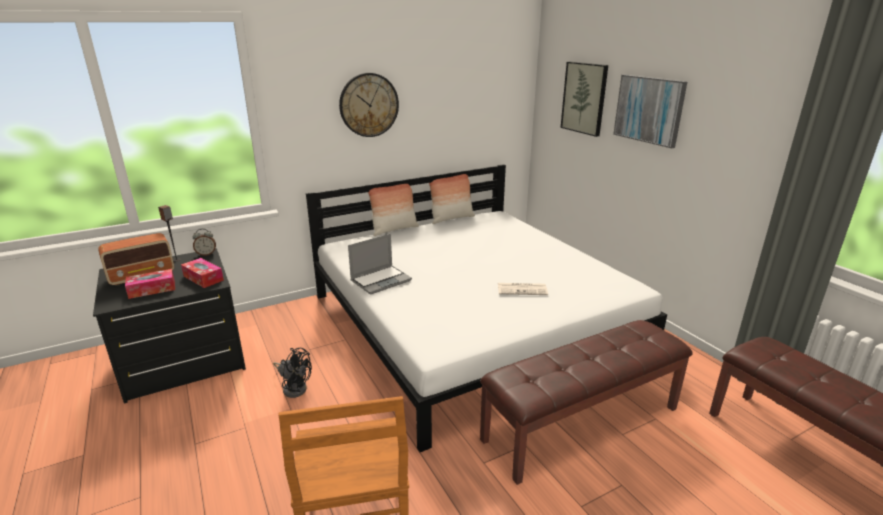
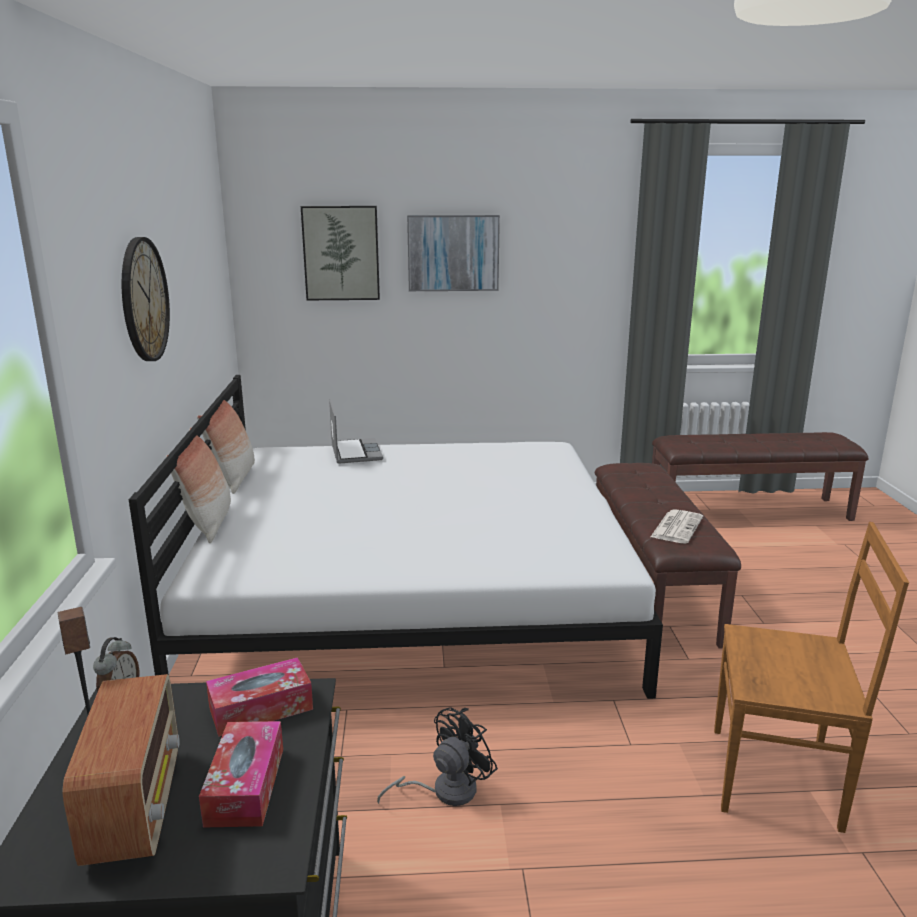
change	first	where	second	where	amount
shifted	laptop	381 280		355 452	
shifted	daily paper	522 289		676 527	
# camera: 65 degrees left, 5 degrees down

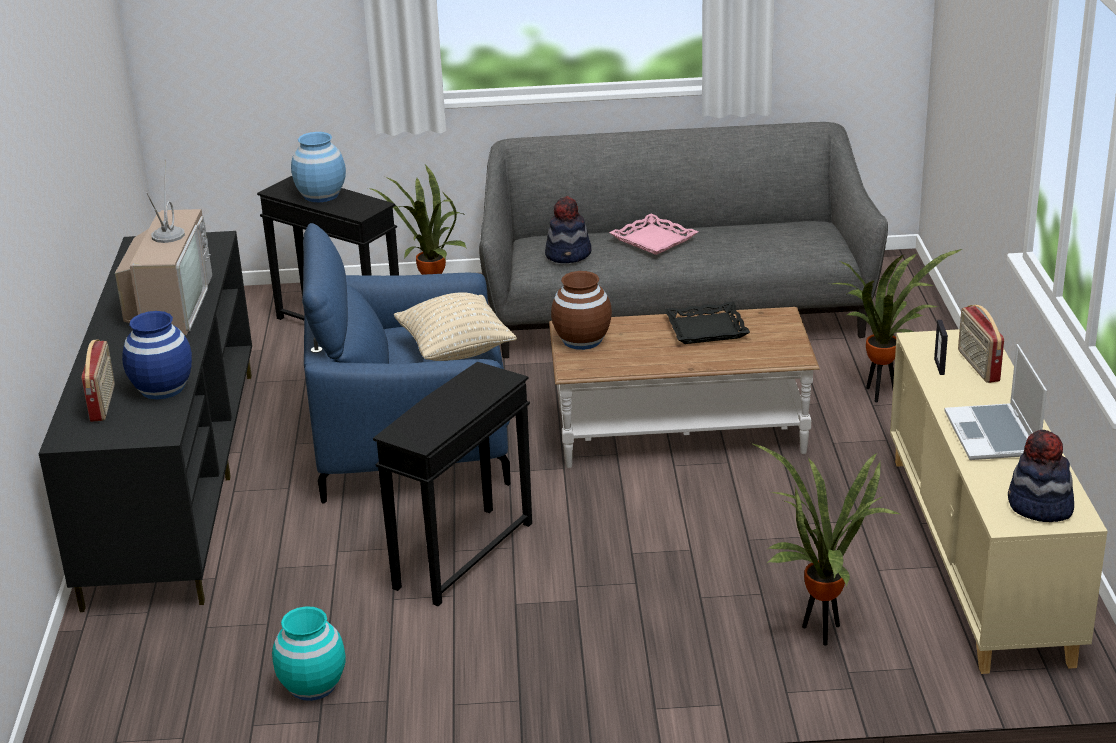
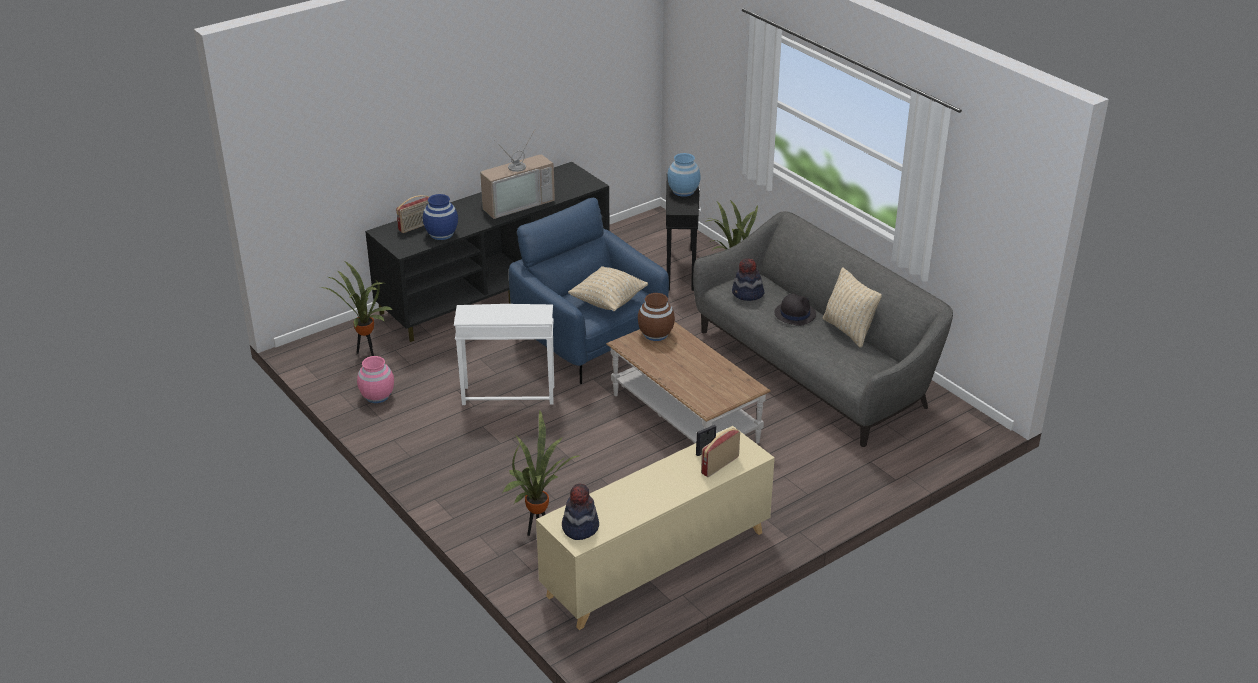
change	first	where	second	where	amount
gone	carrying tray (black)	706 329			
gone	laptop	993 435			
new			throw pillow (beige-coloured)	848 331	
shifted	houseplant	881 394		367 352	
swapped	carrying tray (pink-coloured)	653 240	wearable hat (black)	795 314	
repainted	decorative vase (turquoise)	313 685	decorative vase (pink-coloured)	377 396	
repainted	end table (black)	462 555	end table (whitish)	508 395	
# camera: 55 degrees right, 5 degrees up

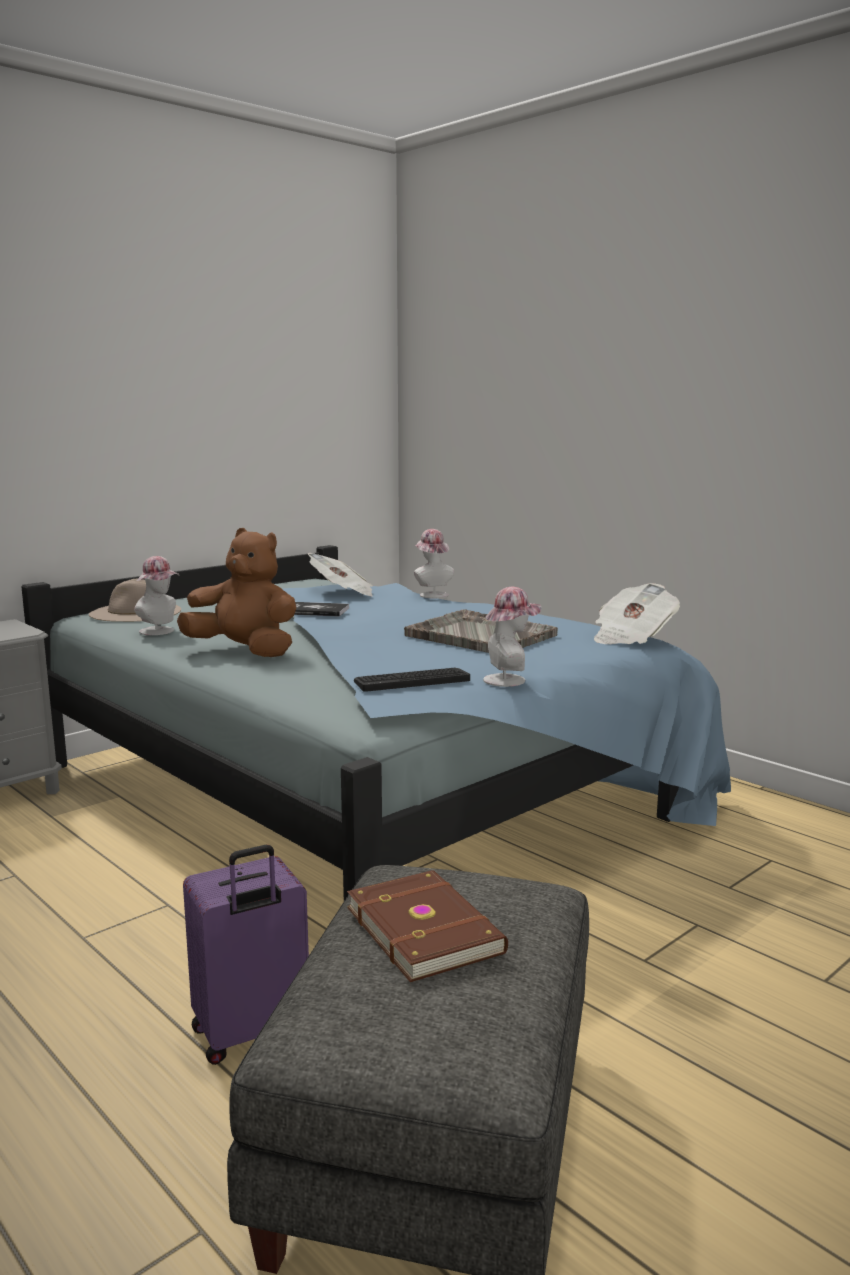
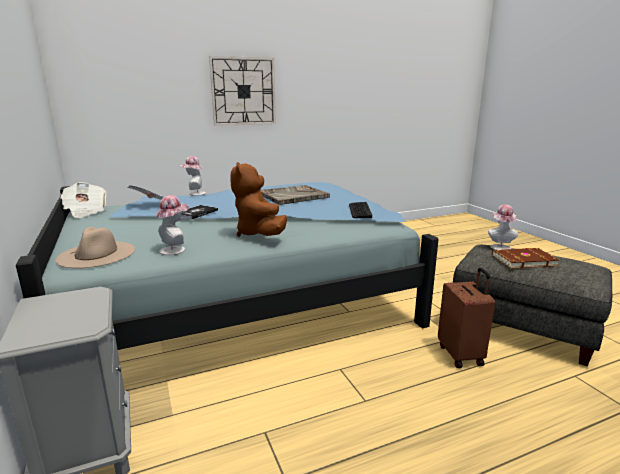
change	first	where	second	where	amount
new			hanging clock	243 91	
shifted	wearable hat	509 679		499 246	
shifted	daily paper	631 637		85 211	
repainted	piece of luggage (purple-coloured)	250 1034	piece of luggage (brown-coloured)	461 355	
rotated	soft toy (brown-coloured)	244 651		259 234	60 degrees counterclockwise
# camera: 70 degrees left, 5 degrees up

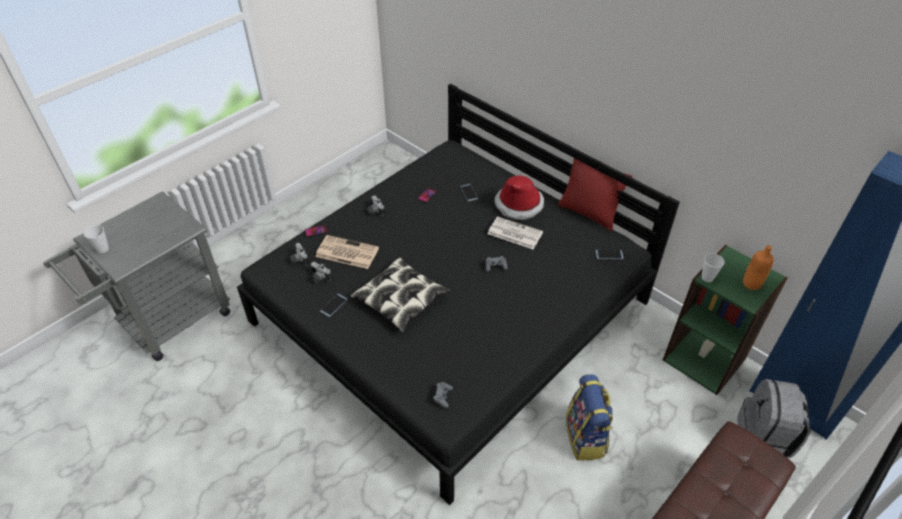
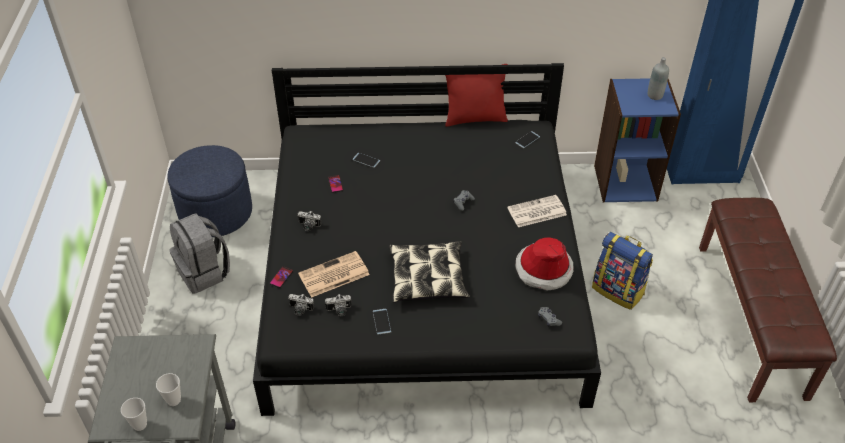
change	first	where	second	where	amount
new			footrest (blue-coloured)	215 212	
shifted	daily paper	514 233		536 212	
shifted	wearable hat	519 205		543 269	
shifted	cup	707 278		173 400	
shifted	backpack (gray)	763 438		204 272	
repainted	bookcase (green)	704 359	bookcase (blue-coloured)	625 182	
repainted	drink bottle (orange)	751 284	drink bottle (gray)	655 95	
# camera: 45 degrees left, 0 degrees up

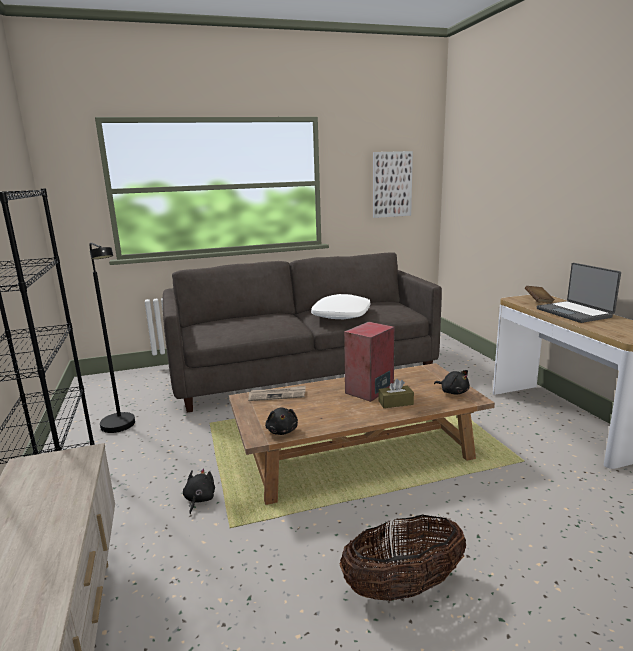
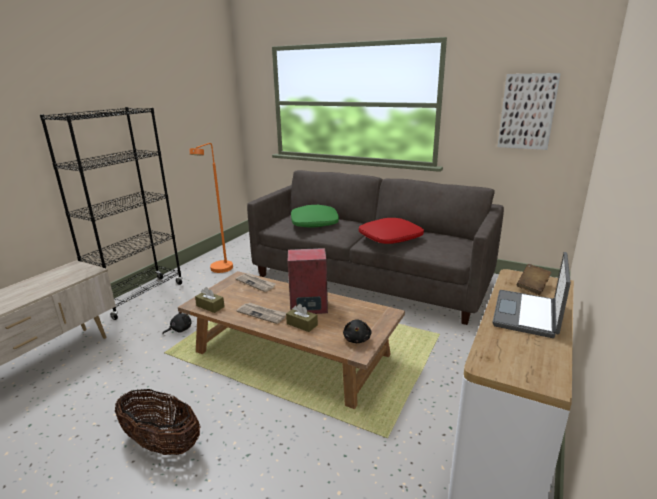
change	first	where	second	where	amount
new			daily paper	262 314	
new			throw pillow (green)	315 223	
swapped	soft toy (black)	282 431	tissue holder (brown-coloured)	210 306	
repainted	standing lamp (black)	122 428	standing lamp (orange)	220 271	
repainted	throw pillow (whitish)	342 315	throw pillow (reddish)	390 238	
# camera: 45 degrees right, 5 degrees up

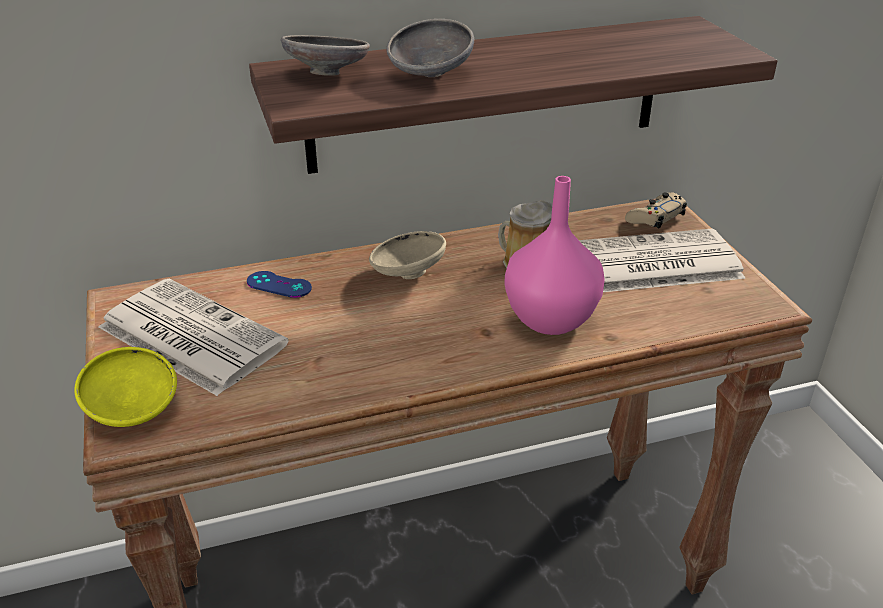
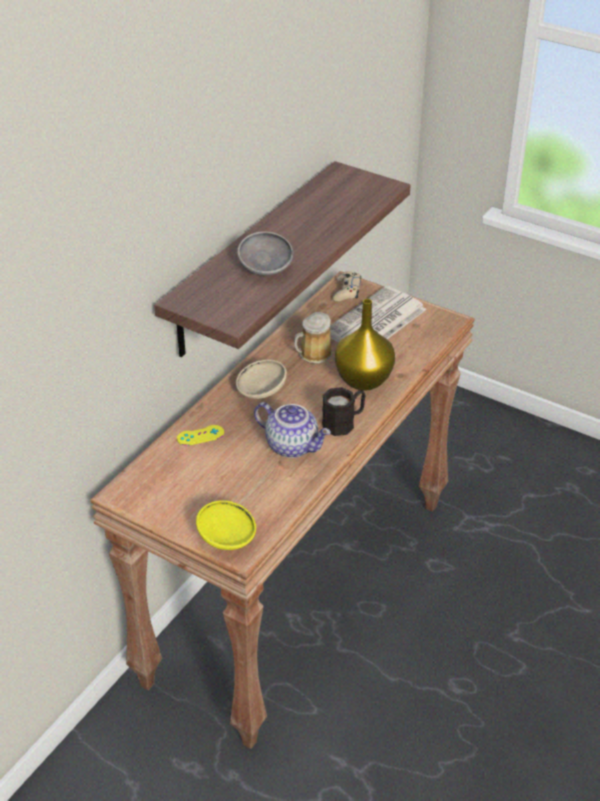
change	first	where	second	where	amount
gone	daily paper	189 336			
gone	deep dish (gray)	328 73			
new			pot for tea	293 445	
new			tea mug (black)	344 422	
repainted	game controller (blue-coloured)	279 285	game controller (yellowish)	200 435	
repainted	decorative vase (pink-coloured)	551 318	decorative vase (yellowish)	363 379	
# camera: 40 degrees left, 5 degrees up

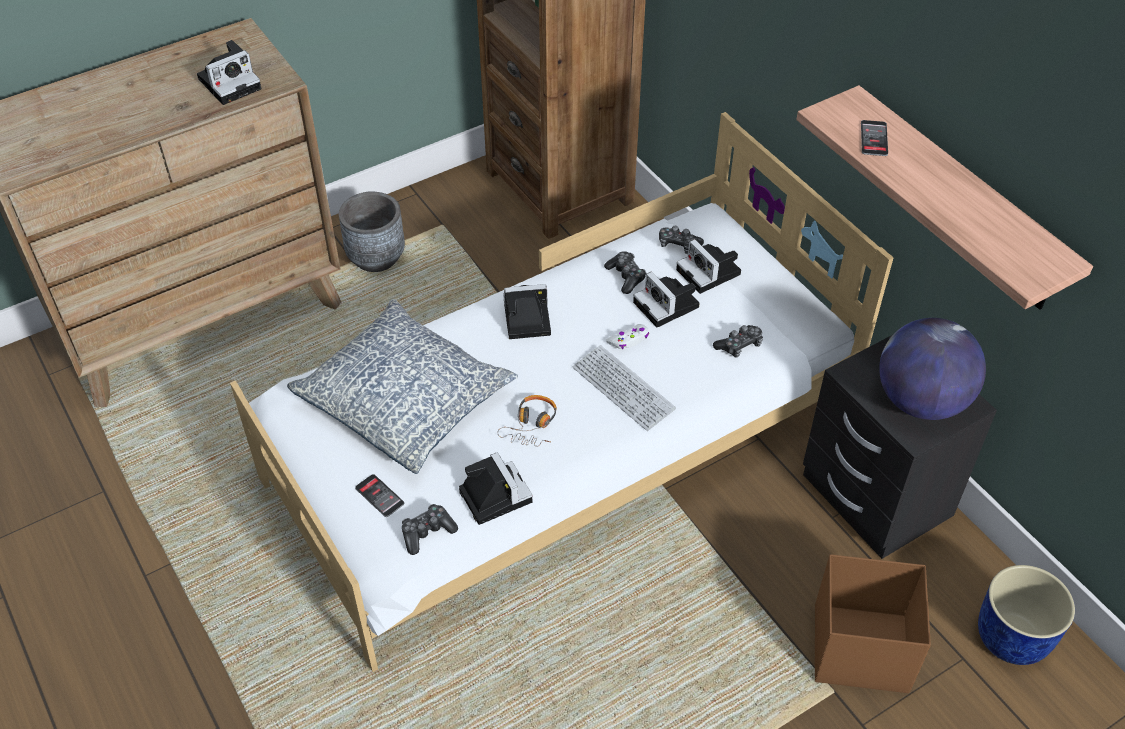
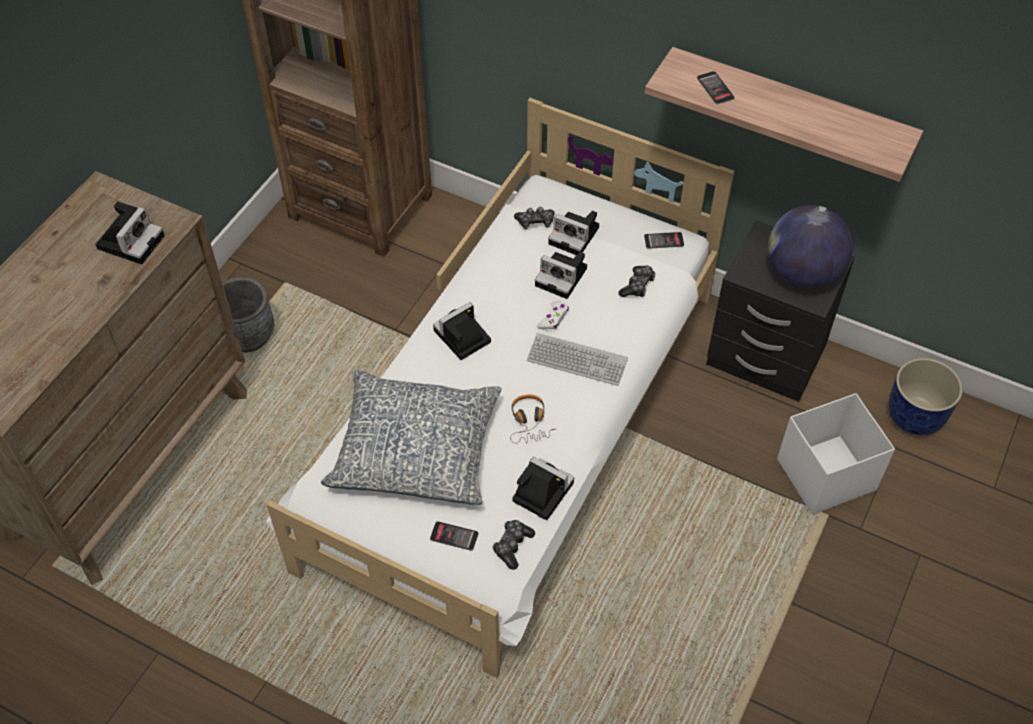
change	first	where	second	where	amount
gone	game controller	626 276			
new			phone	663 241	
repainted	storage bin (brown-coloured)	858 648	storage bin (whitish)	824 475	
# camera: 30 degrees left, 5 degrees up

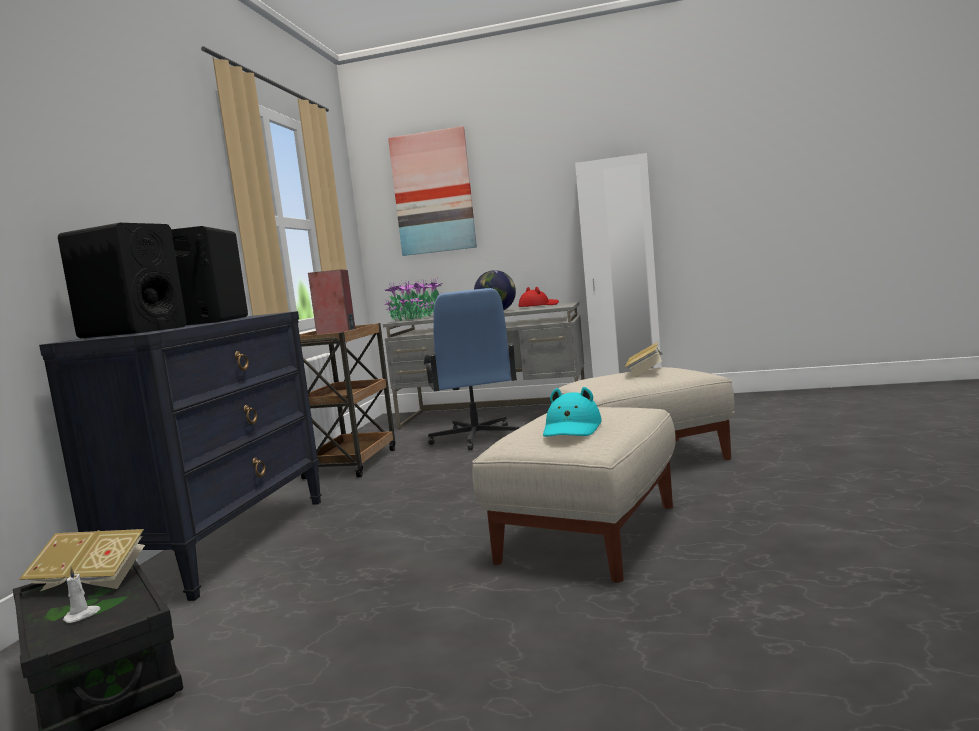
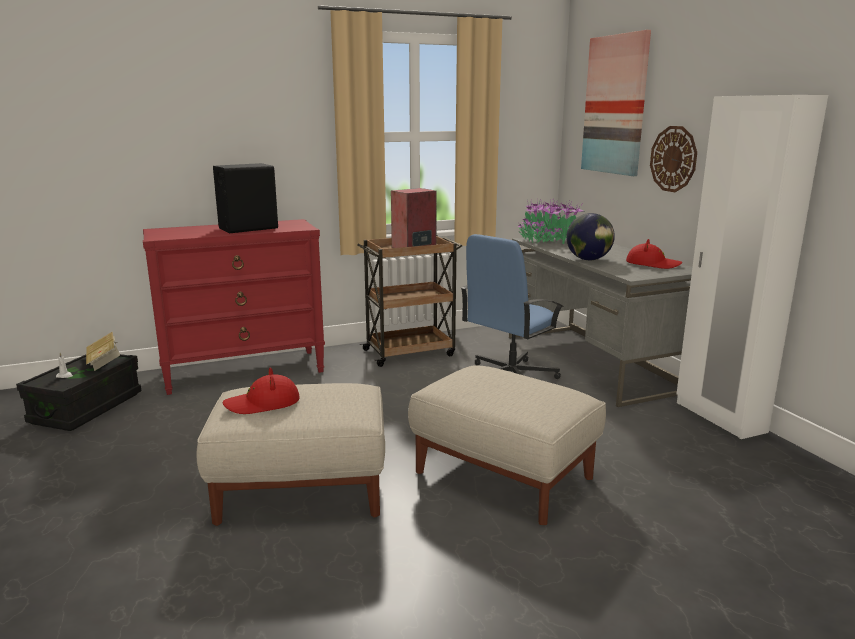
change	first	where	second	where	amount
gone	audio speaker (black)	132 332			
gone	bound book	645 372			
new			hanging clock	673 159	
repainted	dresser (black)	226 543	dresser (reddish)	244 371	
repainted	wearable hat (turquoise)	572 429	wearable hat (reddish)	263 404	
# camera: 55 degrees right, 10 degrees up

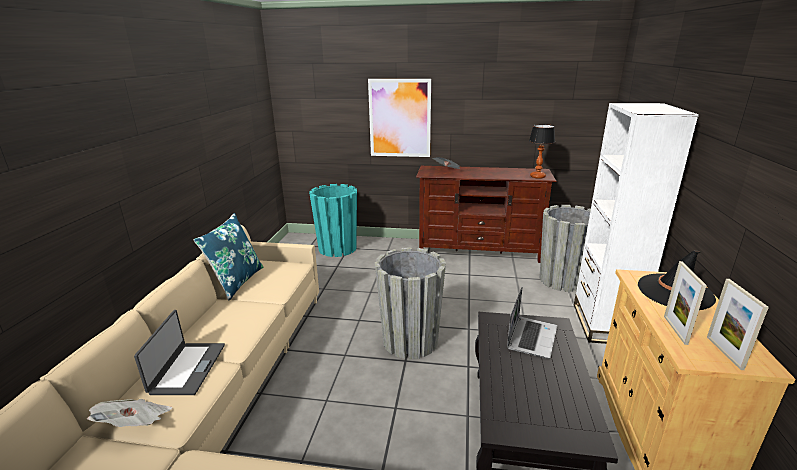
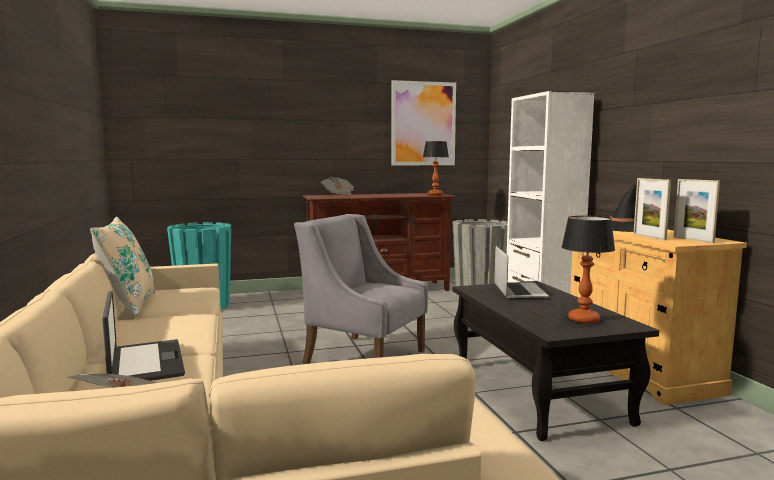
change	first	where	second	where	amount
new			tabletop lamp	584 320	
shifted	picture	400 118		423 123	
swapped	flower pot (gray)	410 341	easy chair (gray)	364 356	
repainted	throw pillow (blue-coloured)	236 282	throw pillow (beige-coloured)	128 305	
# camera: 25 degrees left, 15 degrees down

